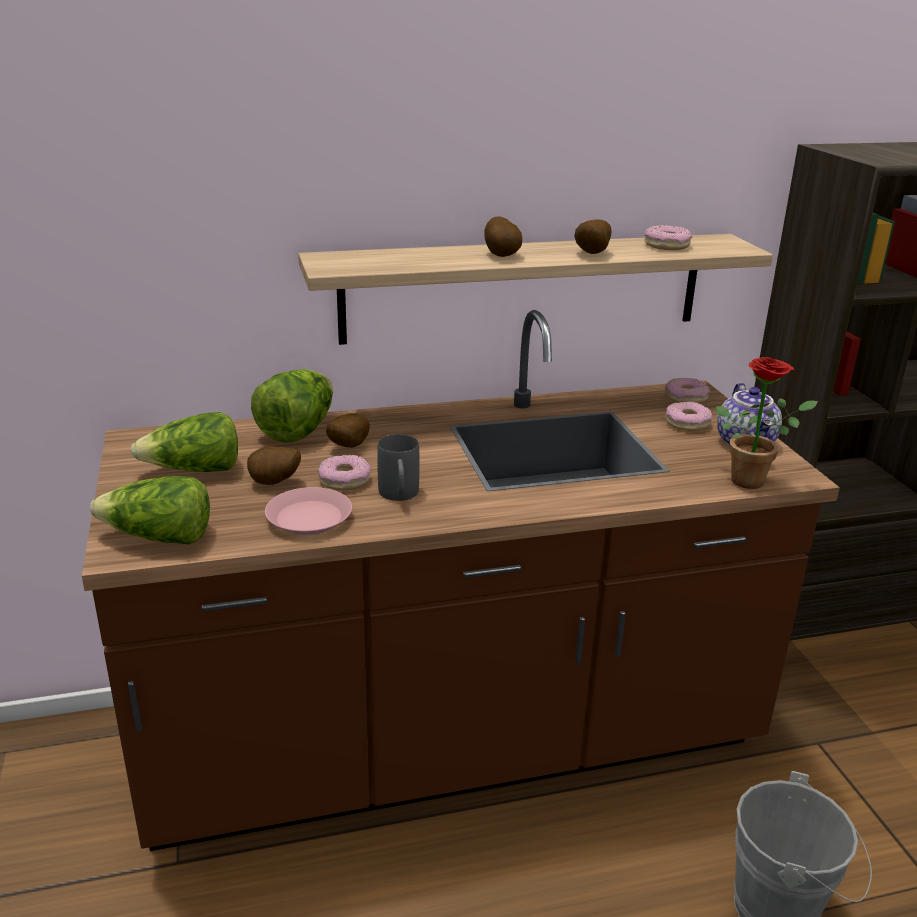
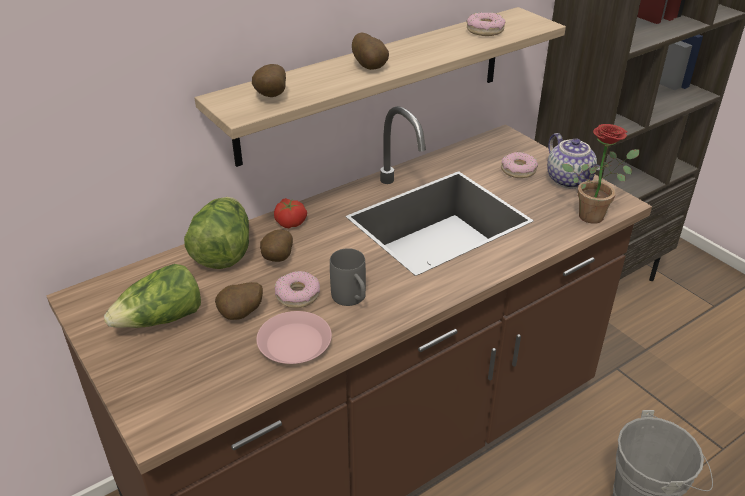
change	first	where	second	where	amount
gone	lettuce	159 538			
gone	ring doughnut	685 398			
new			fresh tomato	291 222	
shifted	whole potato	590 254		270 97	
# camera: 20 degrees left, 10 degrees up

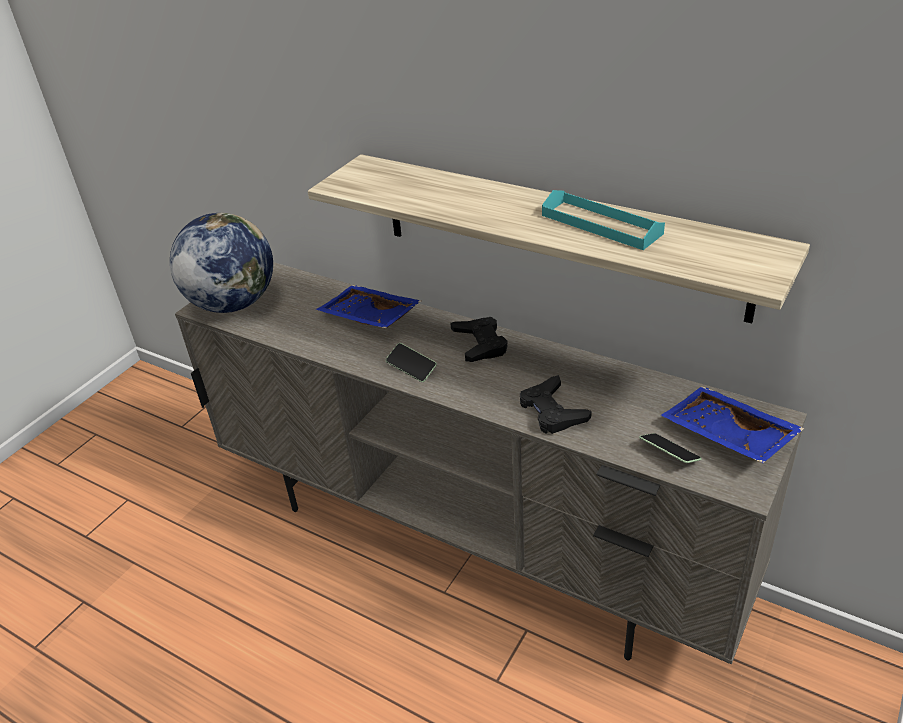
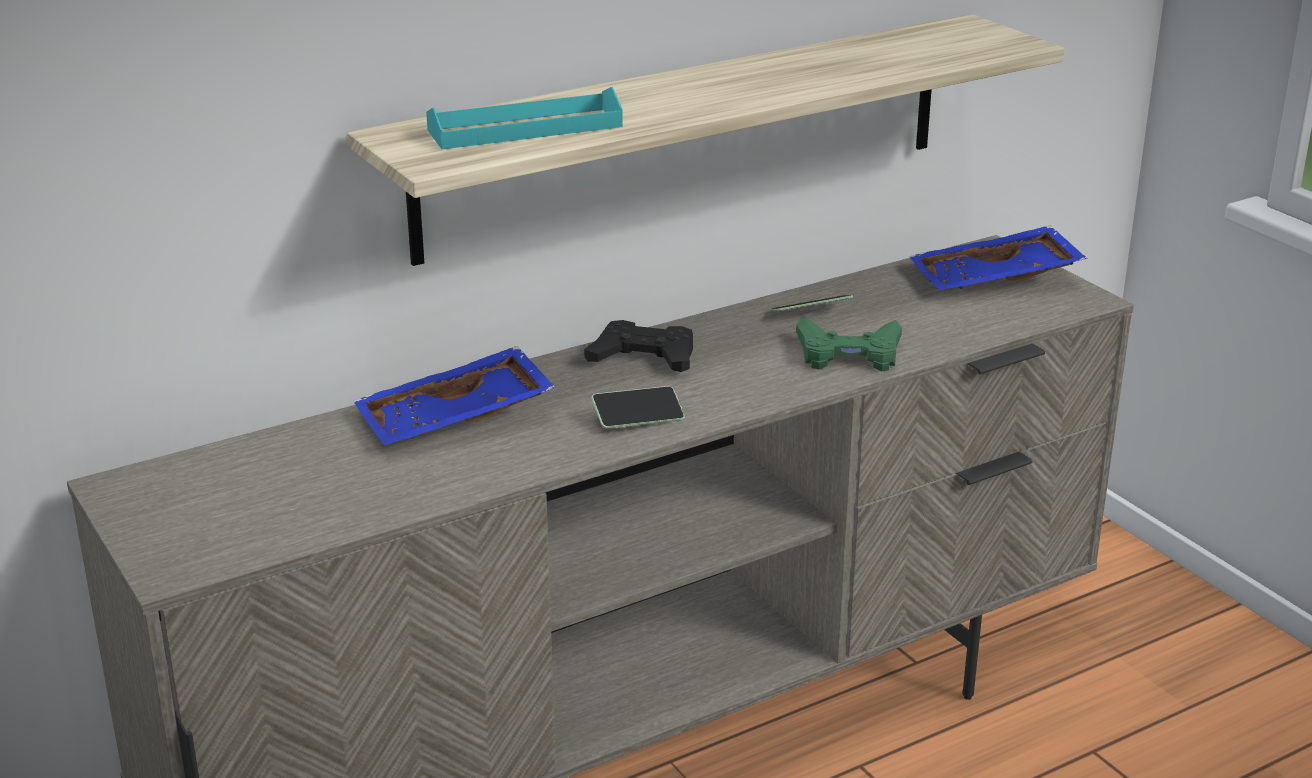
change	first	where	second	where	amount
gone	globe	233 303			
shifted	carrying tray (turquoise)	601 224		525 128	
shifted	phone	669 454		810 314	
repainted	game controller (black)	552 411	game controller (green)	849 354	
# camera: 65 degrees left, 10 degrees down

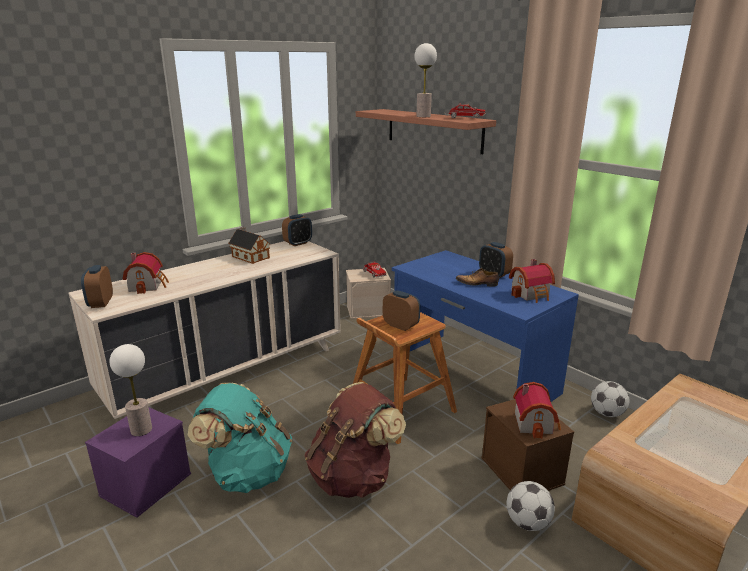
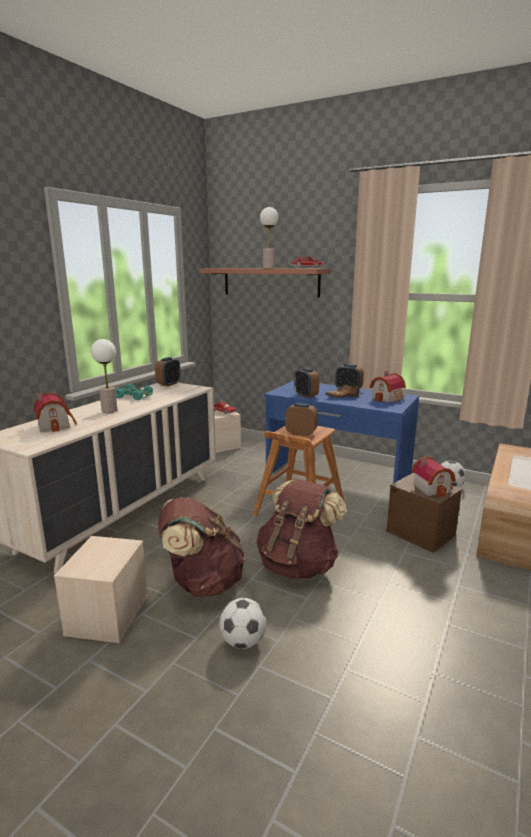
change	first	where	second	where	amount
shifted	bedside clock	100 303		306 395	
shifted	tabletop lamp	141 430		109 411	
shifted	ball for football	527 523		243 641	
swapped	miniature house	250 257	model car (turquoise)	134 396	
repainted	storage bin (purple-coloured)	146 485	storage bin (beige-coloured)	108 615	
repainted	backpack (turquoise)	247 473	backpack (brown-coloured)	202 583	
# camera: 20 degrees left, 5 degrees down

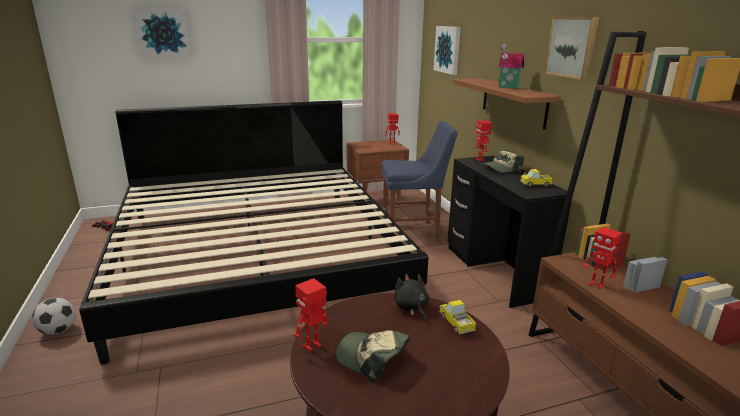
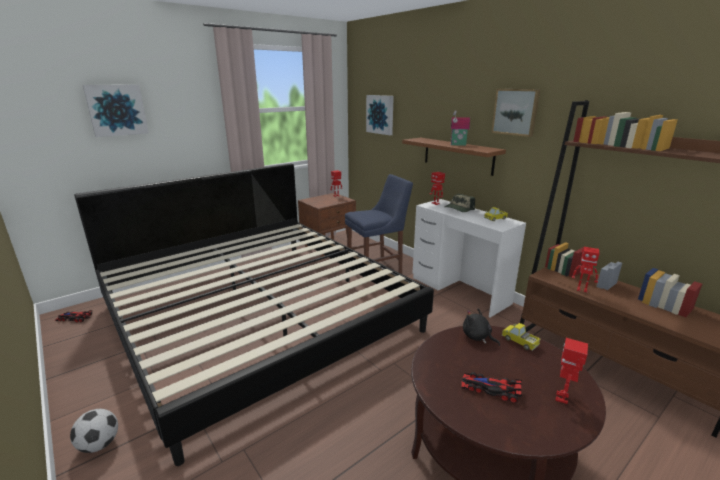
change	first	where	second	where	amount
shifted	model robot	312 346		562 398	
swapped	peaked cap	372 358	model car	490 389	
repainted	desk (black)	495 271	desk (whitish)	459 290	
# camera: 20 degrees left, 0 degrees up

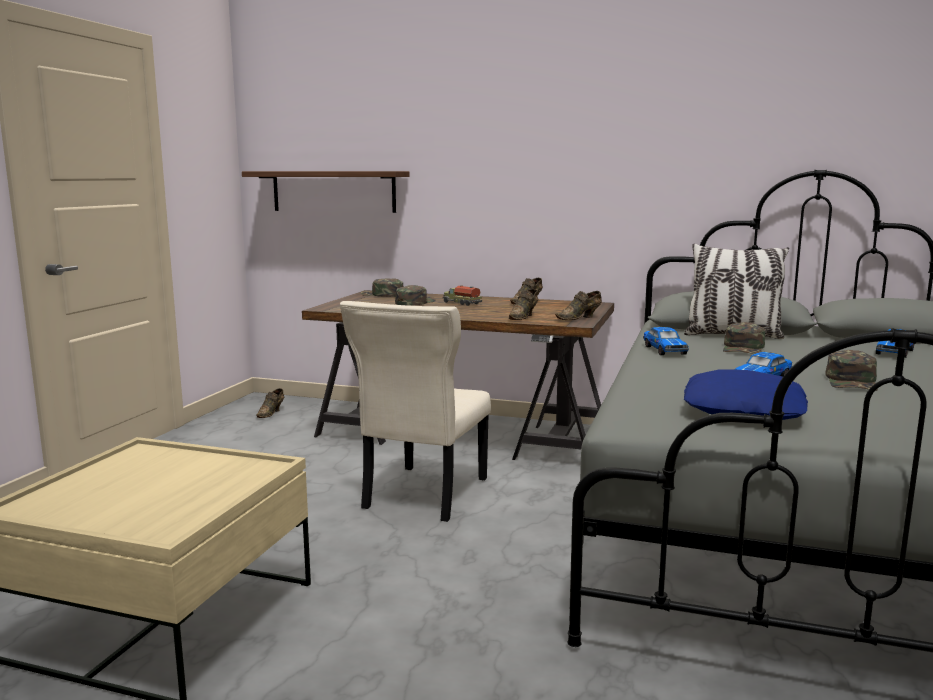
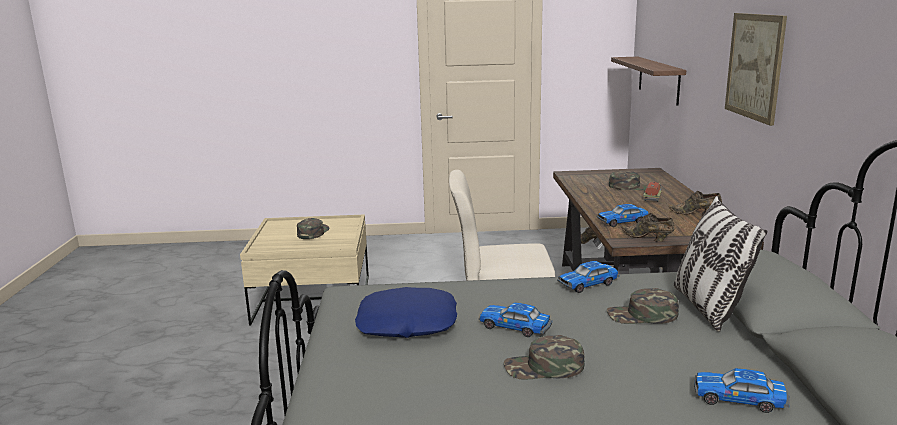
change	first	where	second	where	amount
new			picture	754 66	
shifted	peaked cap (green)	382 295		313 232	
swapped	low shoe (brown-coloured)	524 317	model car	623 222	
# camera: 70 degrees right, 5 degrees up

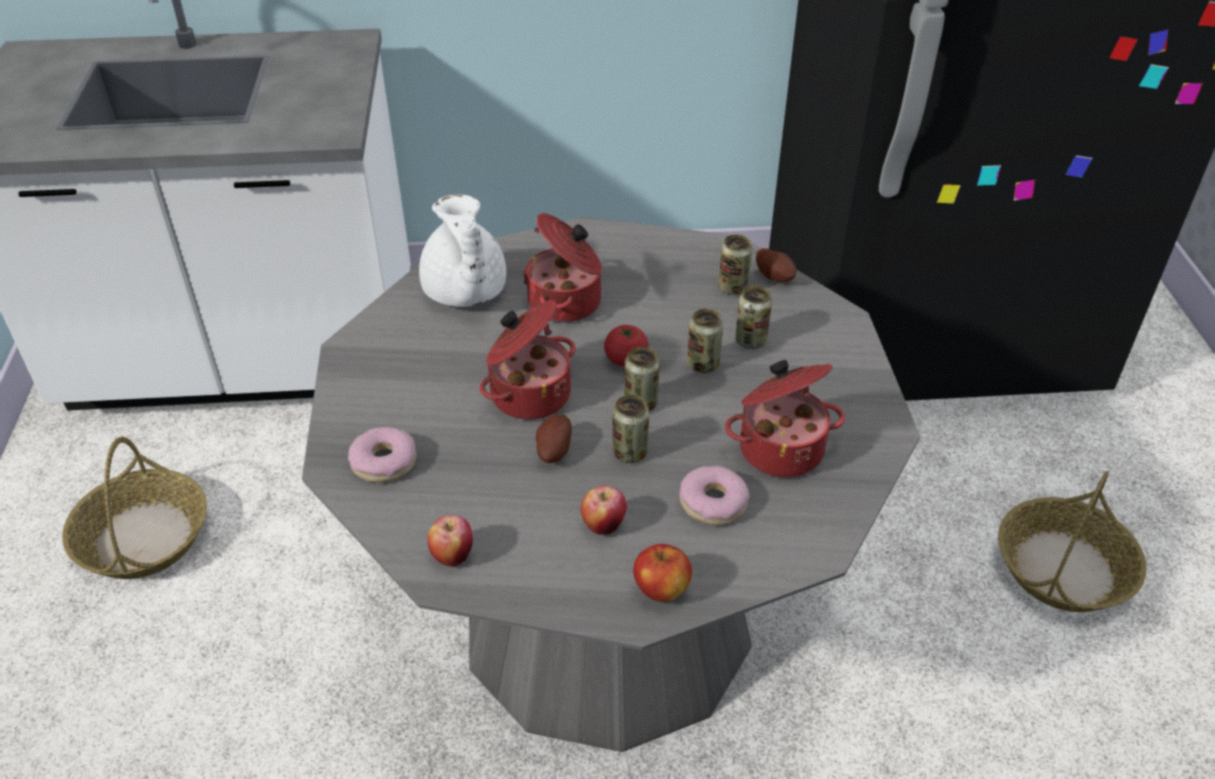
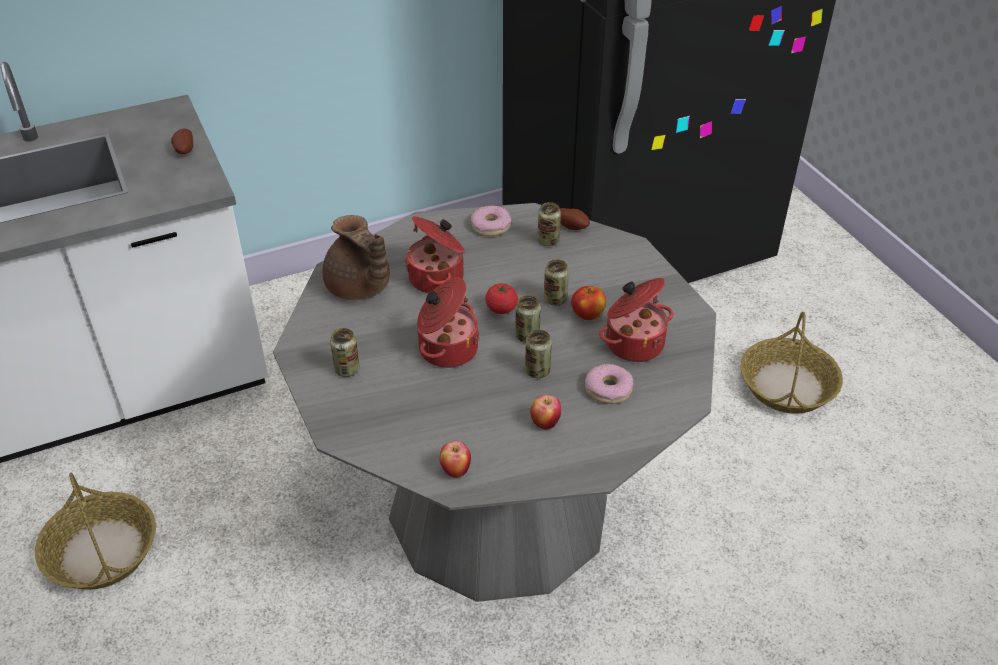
change	first	where	second	where	amount
shifted	ring doughnut	384 462		491 226	
shifted	whole potato	553 450		184 150	
shifted	apple	662 589		588 315	
shifted	metal can	750 340		347 369	
repainted	pot for tea (whitish)	464 293	pot for tea (brown-coloured)	359 288	
# camera: 20 degrees left, 0 degrees up

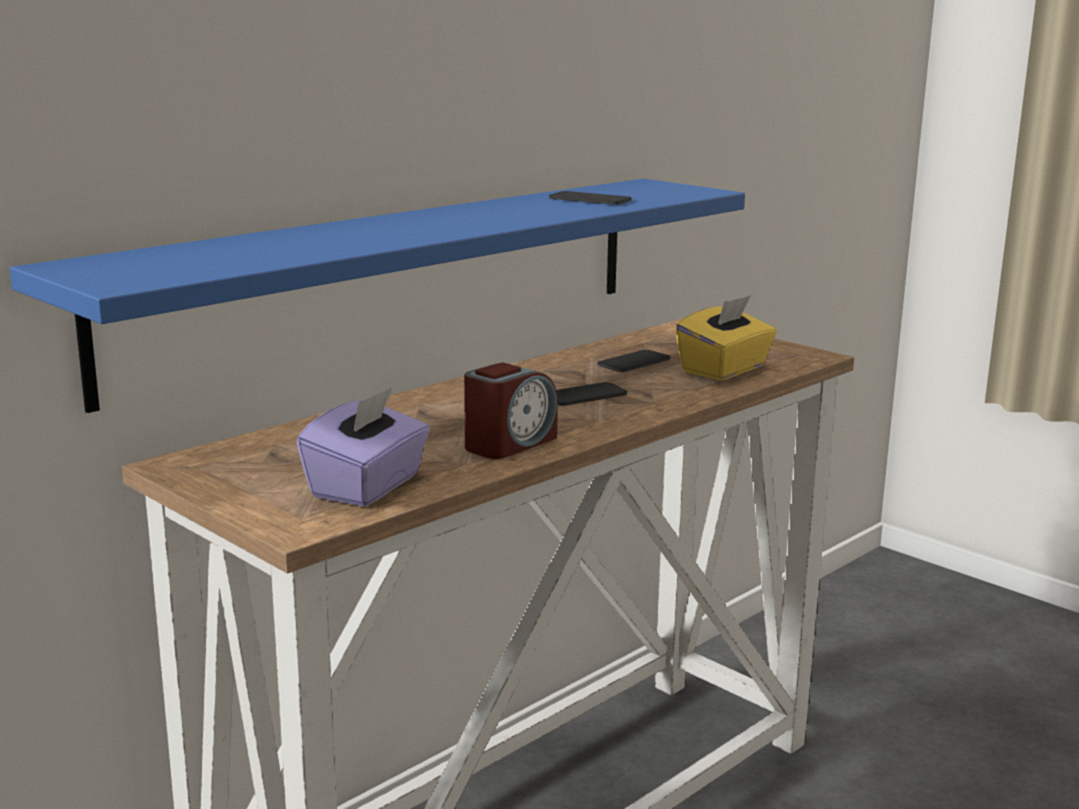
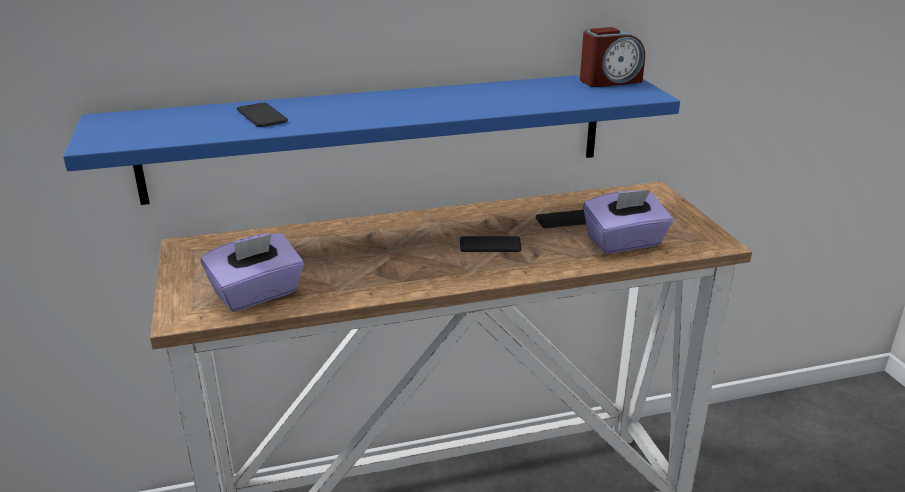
change	first	where	second	where	amount
shifted	bedside clock	509 444		609 81	
shifted	phone	589 199		262 116	
repainted	tissue holder (yellowish)	725 370	tissue holder (purple-coloured)	624 242	
# camera: 30 degrees right, 10 degrees up

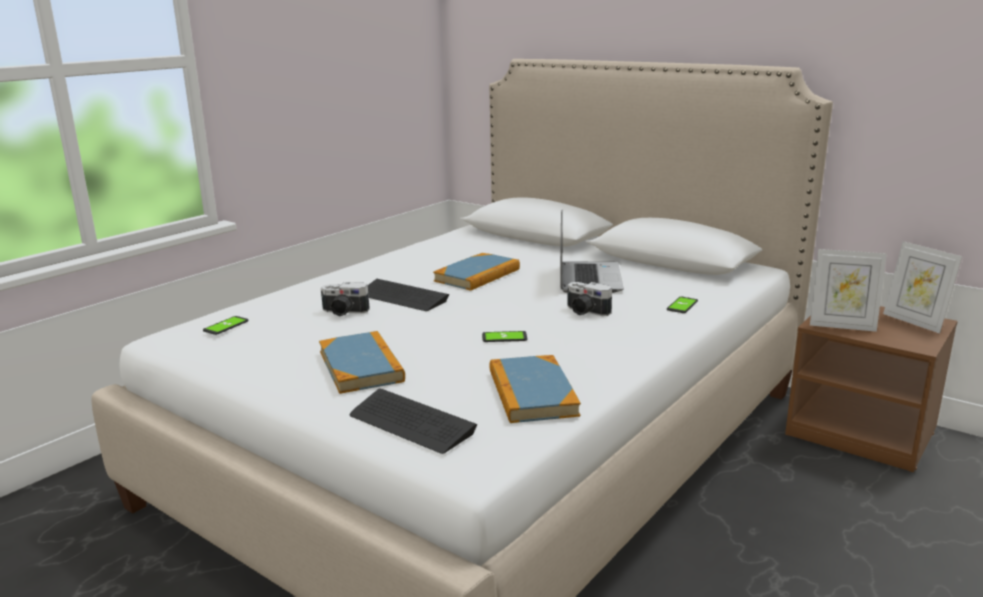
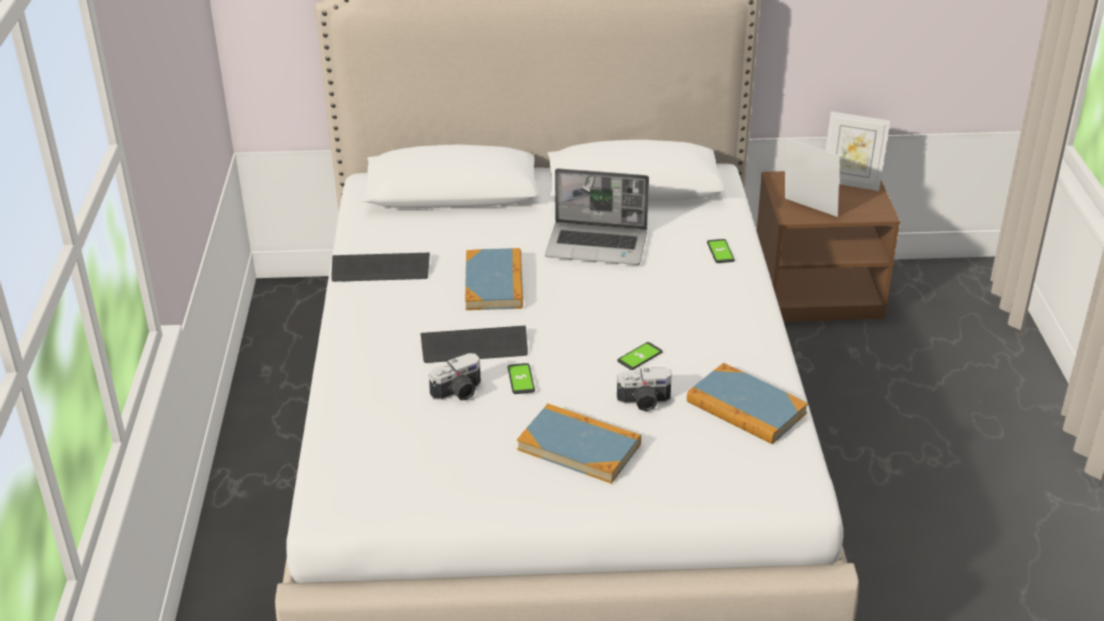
change	first	where	second	where	amount
shifted	phone	226 326		521 379	
shifted	computer keyboard	411 423		380 269	
shifted	still camera	585 312		644 402	
rotated	laptop	588 278		598 245	135 degrees clockwise
rotated	photo frame	842 326		808 210	120 degrees counterclockwise
# camera: 40 degrees left, 15 degrees up

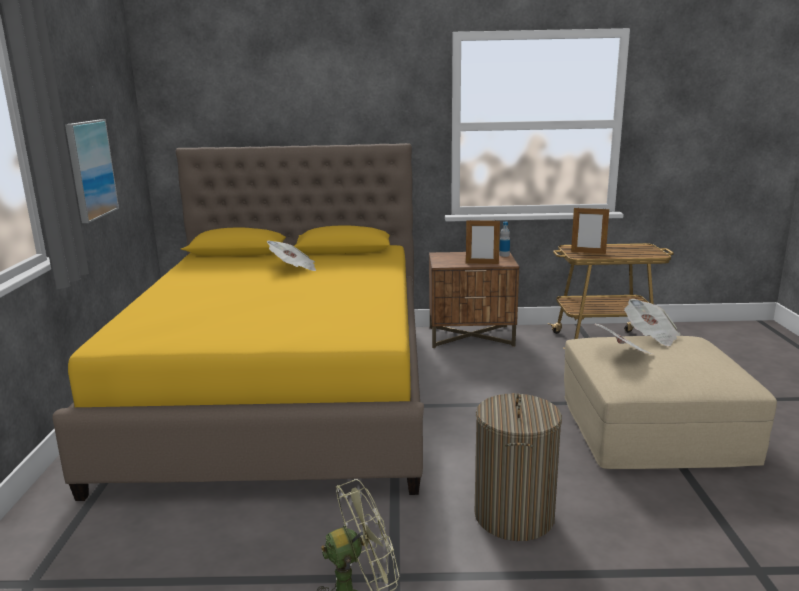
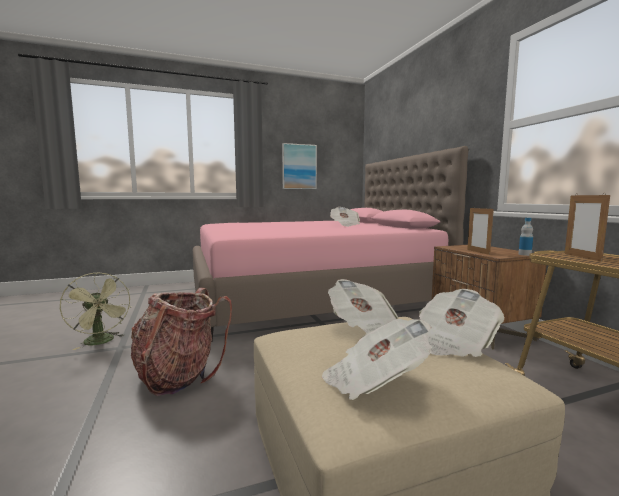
change	first	where	second	where	amount
new			daily paper	374 381	
swapped	laundry basket	514 516	backpack	178 376	
repainted	bed (yellowish)	284 393	bed (pink-coloured)	312 296	
# camera: 70 degrees right, 10 degrees down

